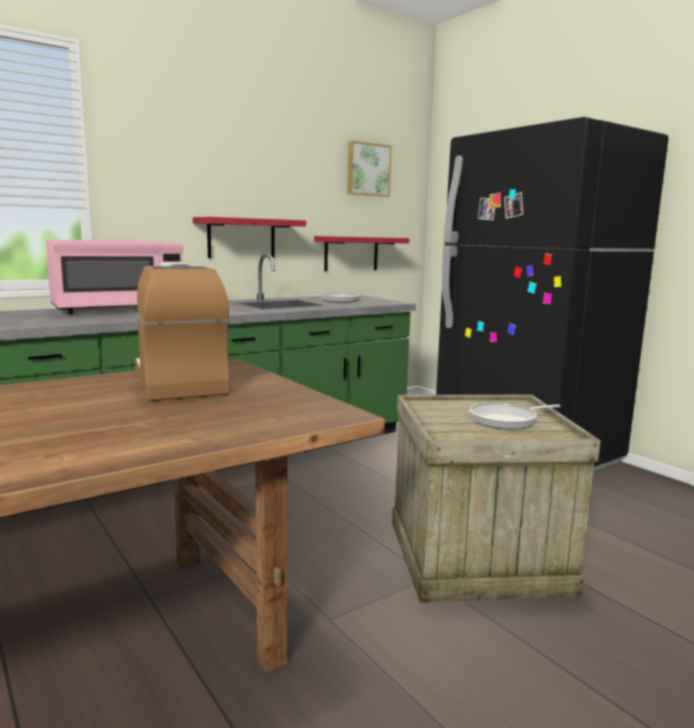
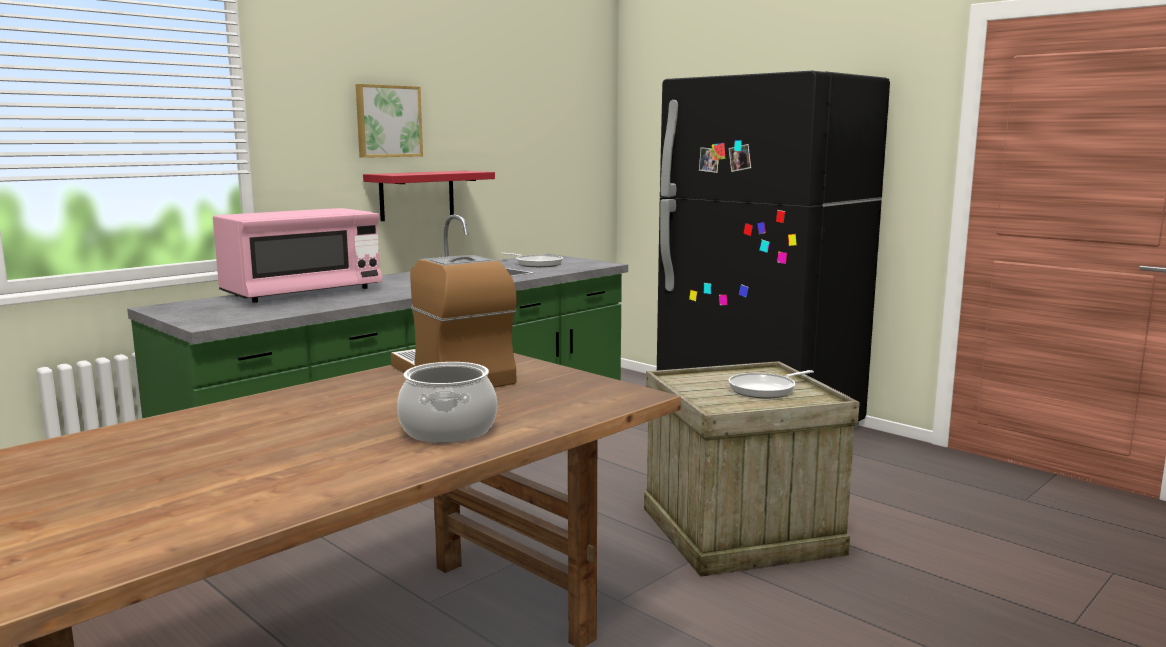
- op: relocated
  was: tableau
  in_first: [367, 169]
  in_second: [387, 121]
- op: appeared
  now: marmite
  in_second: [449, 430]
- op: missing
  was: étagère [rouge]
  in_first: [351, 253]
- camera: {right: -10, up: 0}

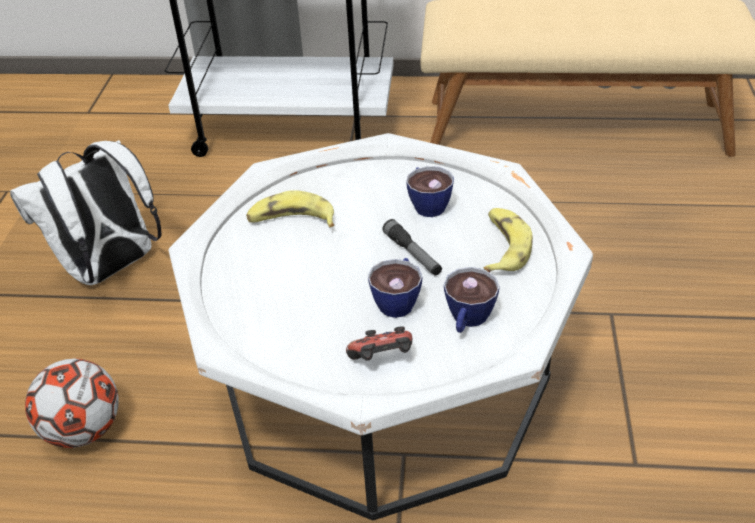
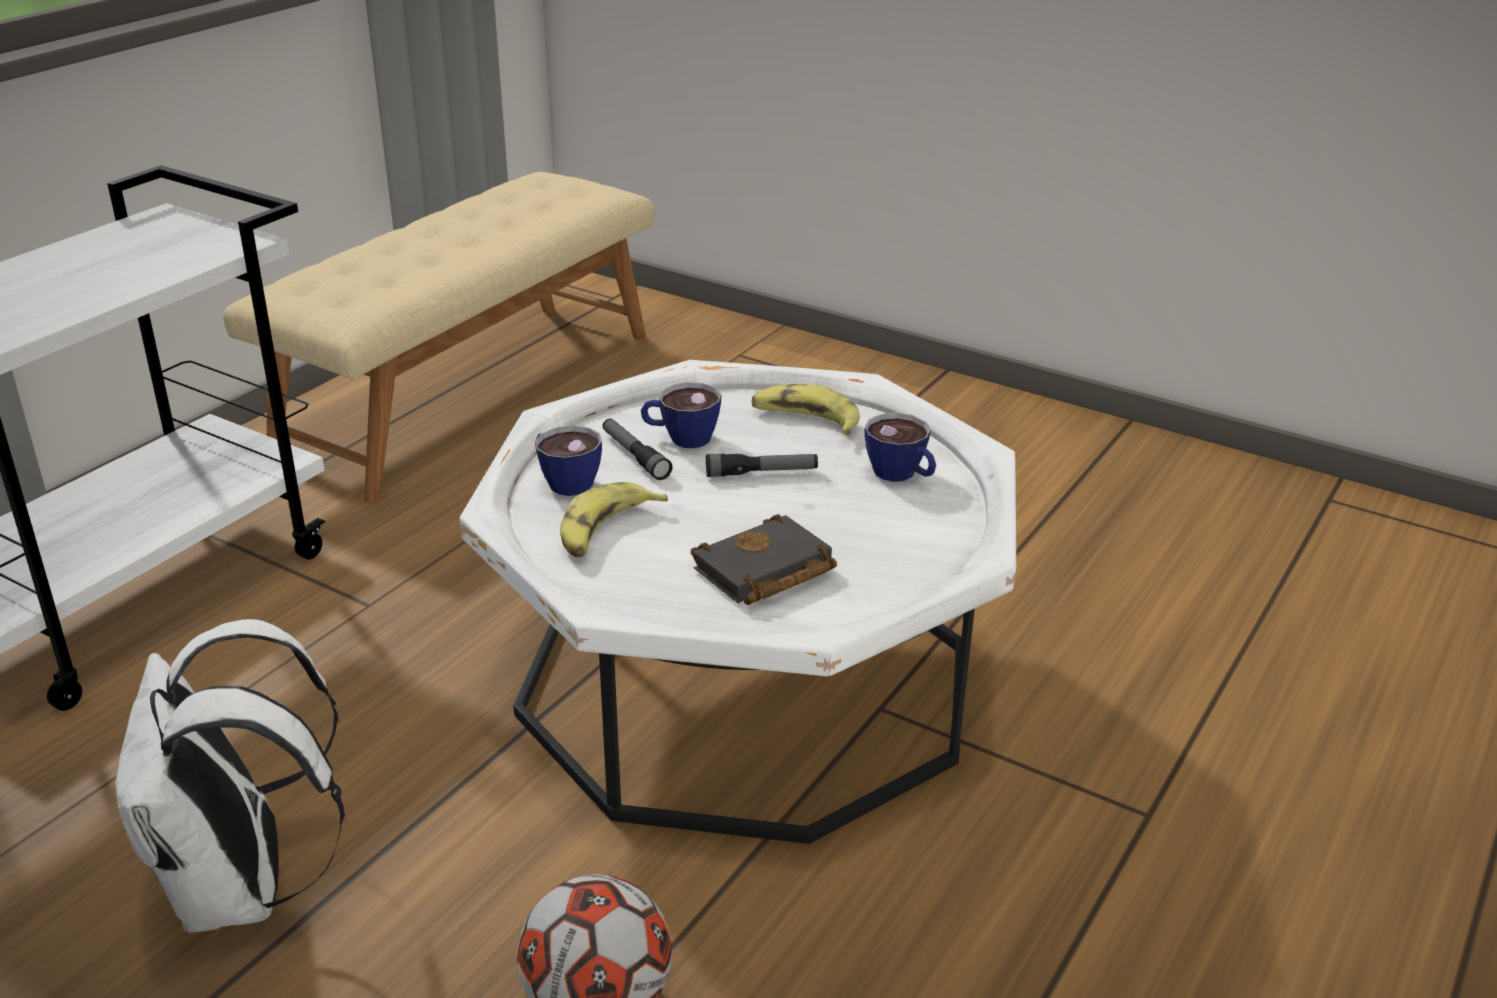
- op: relocated
  was: tasse
  in_first: [398, 300]
  in_second: [564, 481]
- op: appeared
  now: lampe de poche
  in_second: [635, 456]
- op: appeared
  now: livre [noir]
  in_second: [763, 572]
- op: missing
  was: manette
  in_first: [382, 360]
- camera: {right: -65, up: -10}

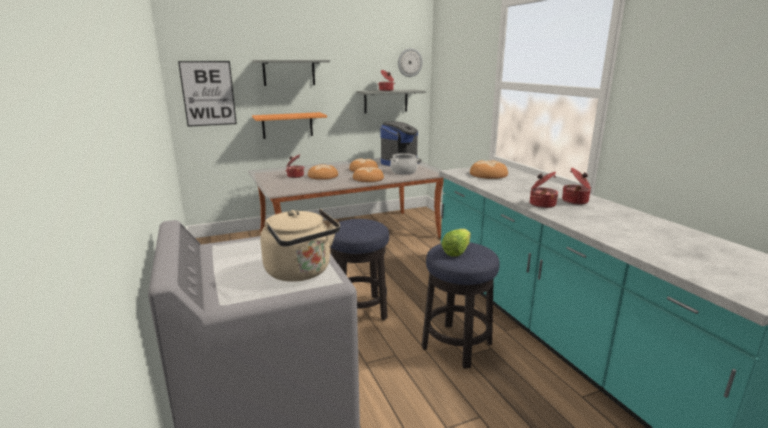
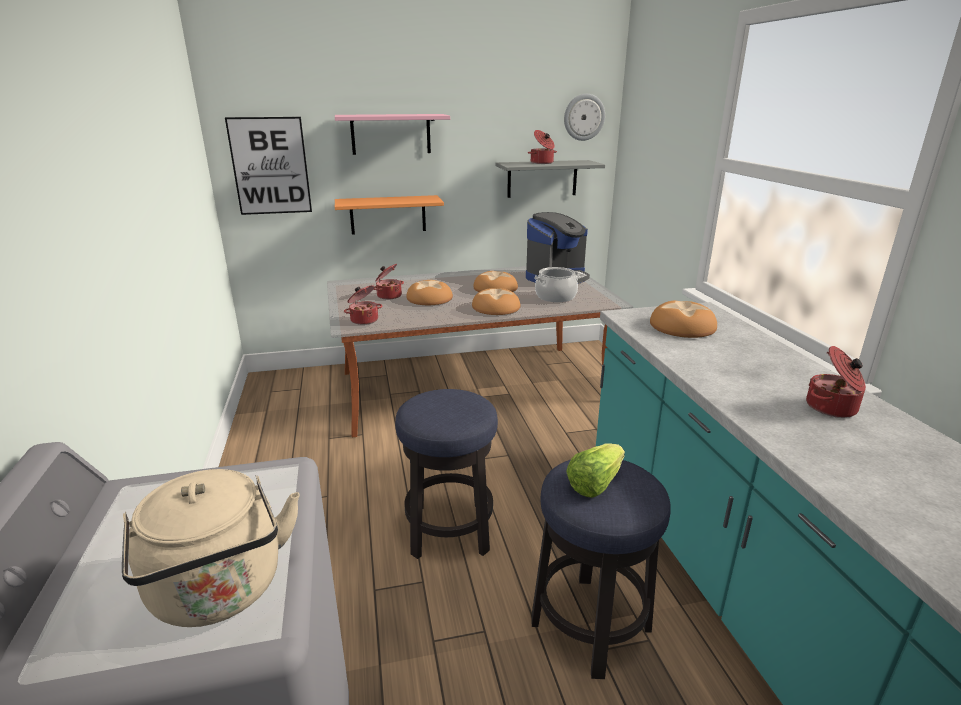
- op: colour
  was: étagère [gris]
  now: étagère [rose]
  in_first: [289, 72]
  in_second: [391, 134]
- op: relocated
  was: marmite
  in_first: [541, 204]
  in_second: [364, 320]
- camera: {right: 10, up: 5}

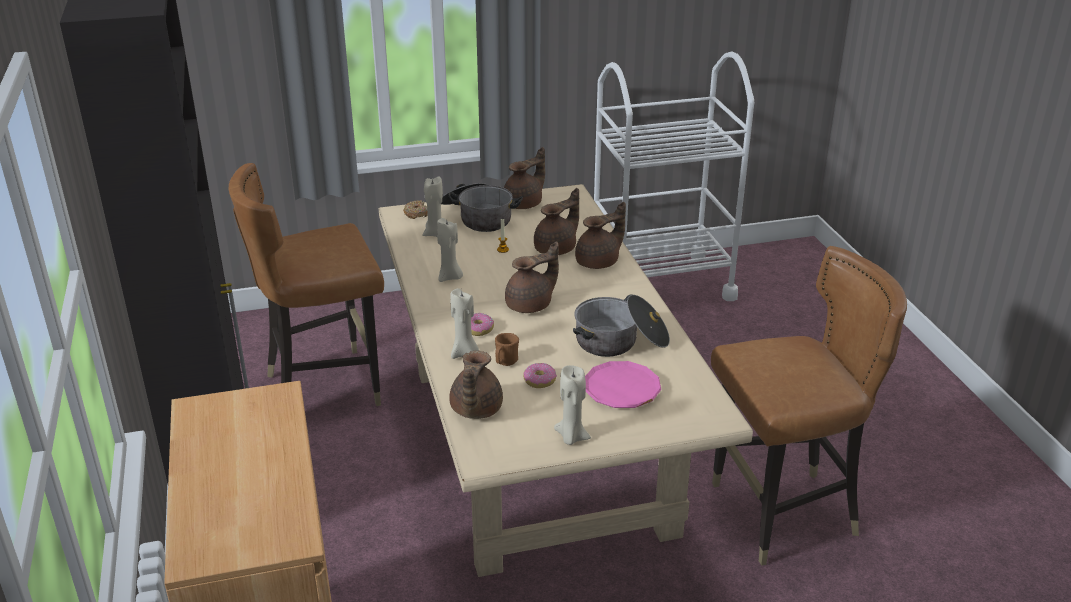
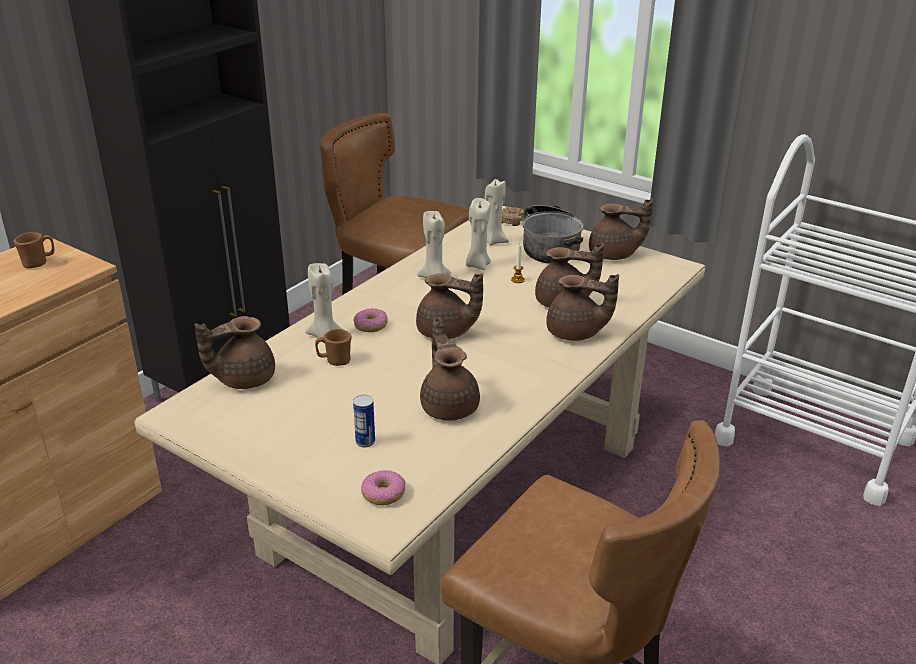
- op: appeared
  now: mug [marron]
  in_second: [39, 263]
- op: exchanged
  was: assiette [rose]
  now: boîte métallique
  in_first: [621, 389]
  in_second: [365, 441]
- op: relocated
  was: beignet
  in_first: [539, 380]
  in_second: [383, 493]
- op: exchanged
  was: marmite
  now: théière [marron]
  in_first: [620, 342]
  in_second: [449, 405]
- op: relocated
  was: bougie [beige]
  in_first: [571, 437]
  in_second: [477, 265]
- camera: {right: 50, up: 0}

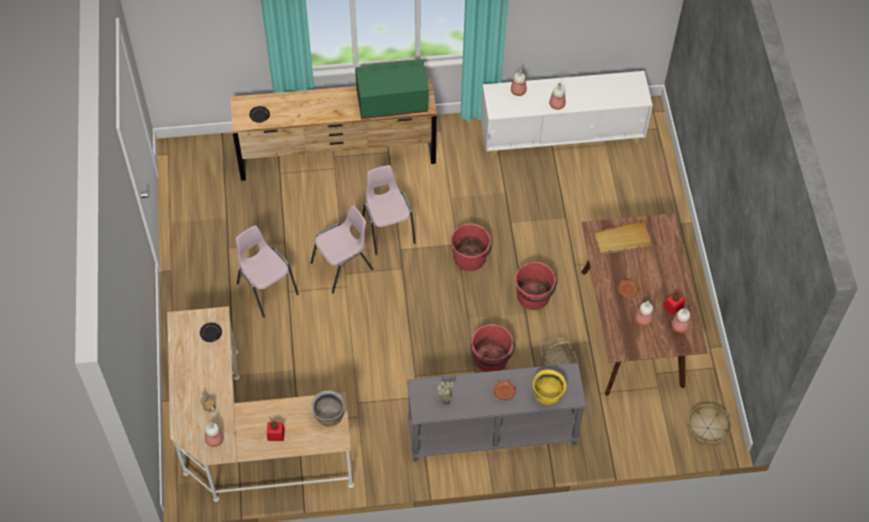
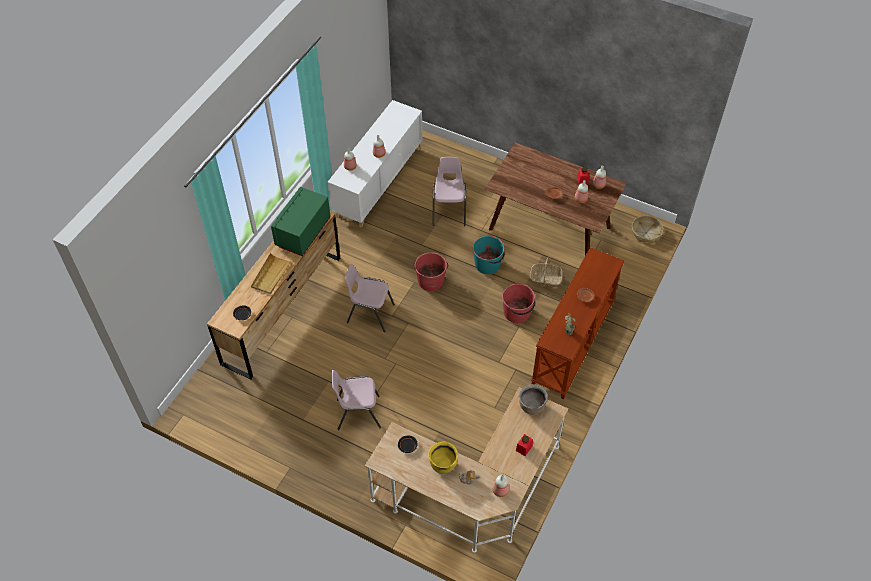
- op: relocated
  was: plateau [beige]
  in_first: [622, 240]
  in_second: [271, 275]
- op: relocated
  was: marmite [jaune]
  in_first: [547, 395]
  in_second: [443, 464]
- op: relocated
  was: chaise [rose]
  in_first: [343, 266]
  in_second: [449, 211]
- op: colour
  was: seau [rouge]
  now: seau [turquoise]
  in_first: [533, 296]
  in_second: [488, 264]
- op: colour
  was: table console [gris]
  now: table console [marron]
  in_first: [491, 434]
  in_second: [573, 344]
- camera: {right: -55, up: -5}

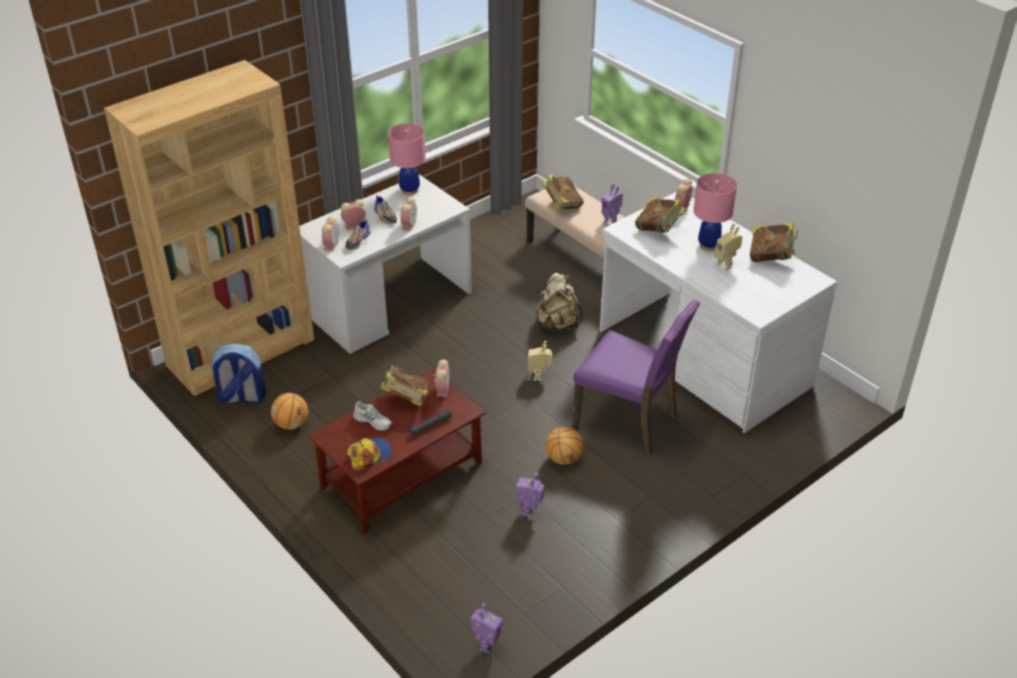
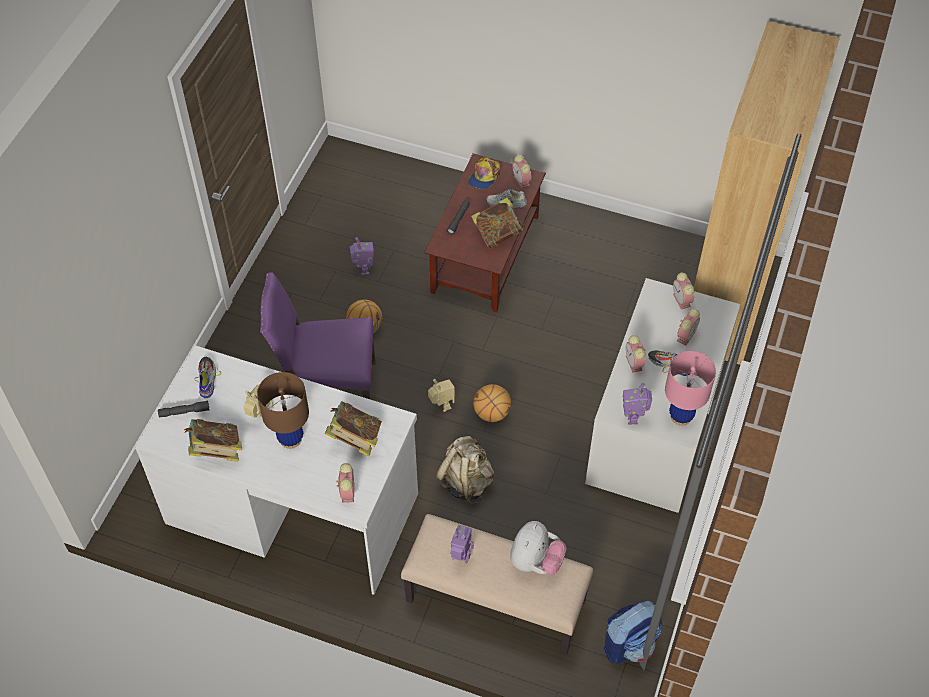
- op: appeared
  now: lampe de poche [gris]
  in_second: [184, 412]
- op: relocated
  was: chaussure
  in_first: [357, 241]
  in_second: [206, 379]
- op: colour
  was: lampe de table [rose]
  now: lampe de table [marron]
  in_first: [708, 245]
  in_second: [291, 439]
- op: relocated
  was: ballon de basket
  in_first: [291, 424]
  in_second: [491, 413]
- op: exchanged
  was: livre
  now: peluche
  in_first: [562, 205]
  in_second: [535, 561]
- op: relocated
  was: réveil
  in_first: [442, 389]
  in_second: [522, 181]
- op: relocated
  was: sac à dos
  in_first: [241, 398]
  in_second: [629, 643]
- op: relocated
  was: robot jouet
  in_first: [486, 645]
  in_second: [633, 418]
- camera: {right: 150, up: 15}

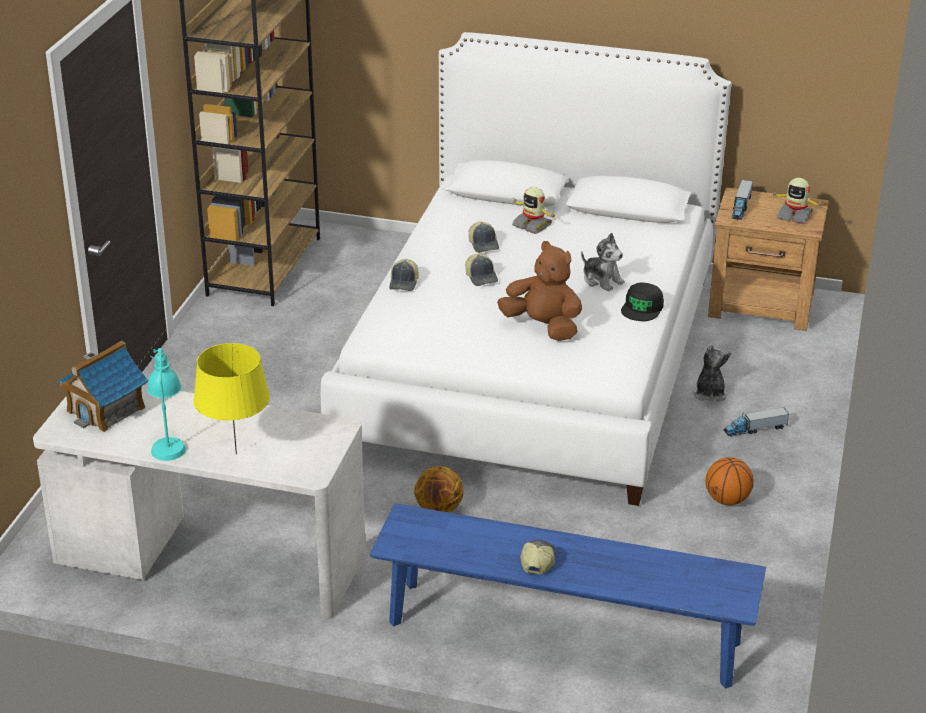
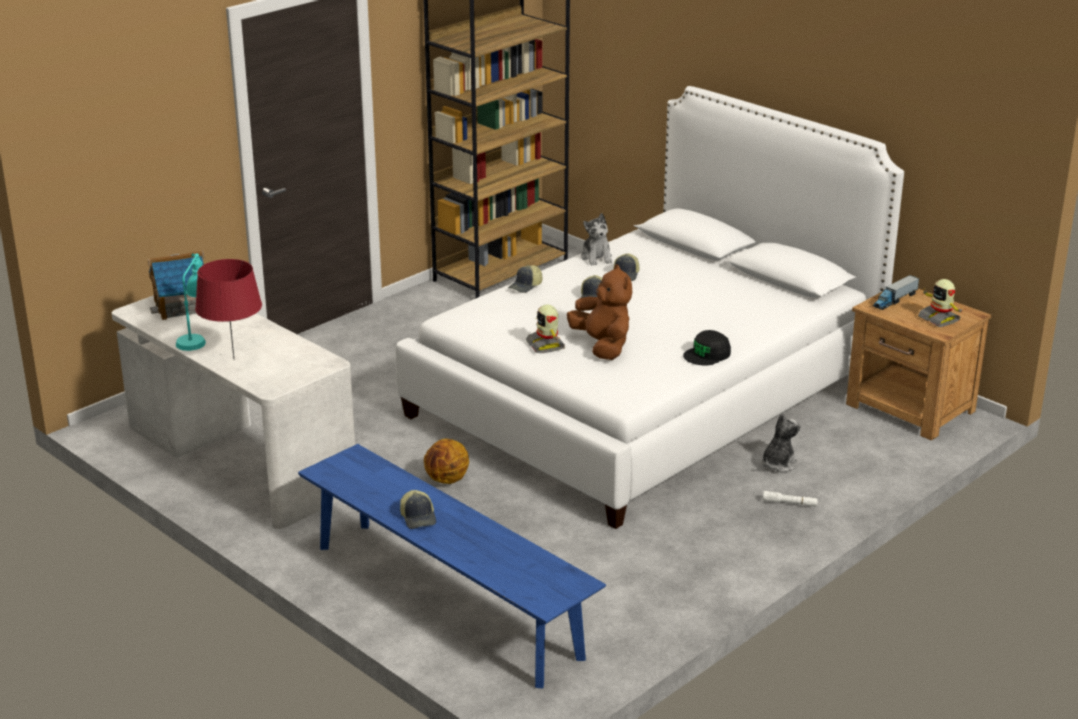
- op: colour
  was: lampe de table [jaune]
  now: lampe de table [rouge]
  in_first: [236, 454]
  in_second: [234, 359]
- op: spun
  was: casquette
  in_first: [537, 561]
  in_second: [419, 517]
  clockwise: 120
- op: relocated
  was: robot jouet
  in_first: [532, 225]
  in_second: [546, 345]
- op: relocated
  was: peluche
  in_first: [602, 280]
  in_second: [596, 257]
- op: exchanged
  was: camion jouet
  now: lampe de poche [blanc]
  in_first: [755, 429]
  in_second: [790, 503]
- op: missing
  was: ballon de basket
  in_first: [727, 500]
- camera: {right: 30, up: -5}

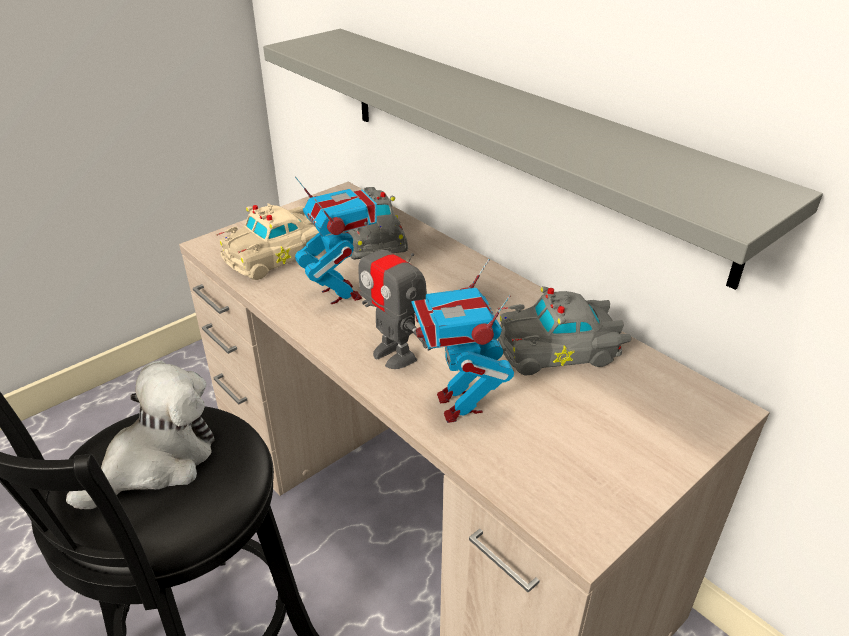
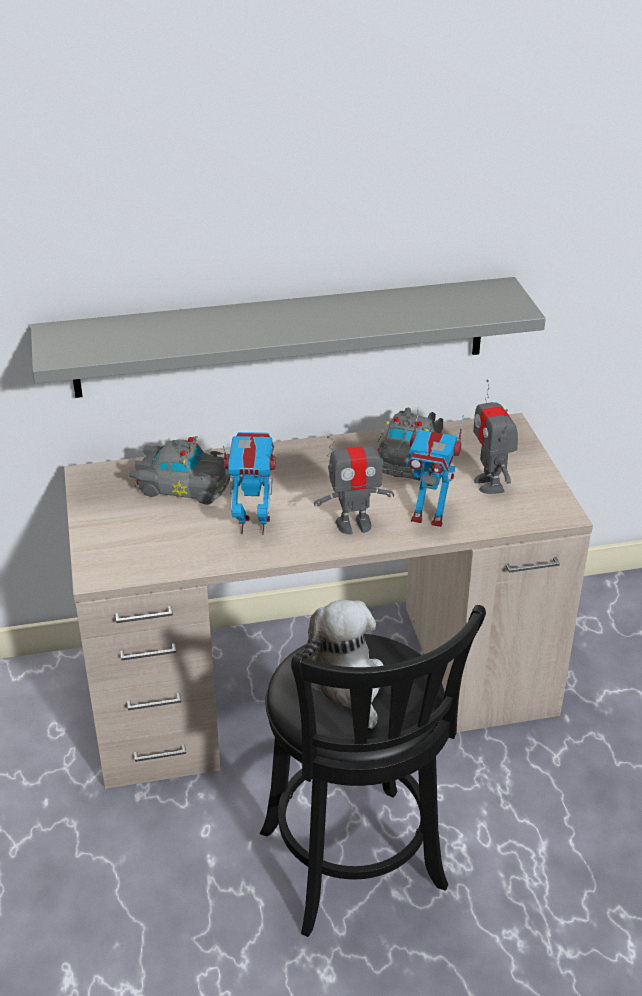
- op: appeared
  now: robot jouet
  in_second: [490, 484]
- op: missing
  was: petite voiture [beige]
  in_first: [278, 255]
- camera: {right: -60, up: 0}

